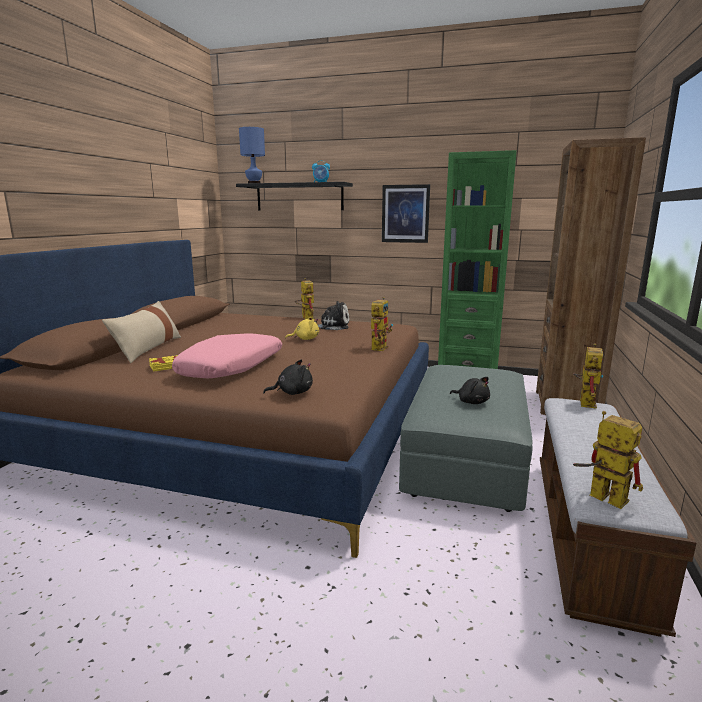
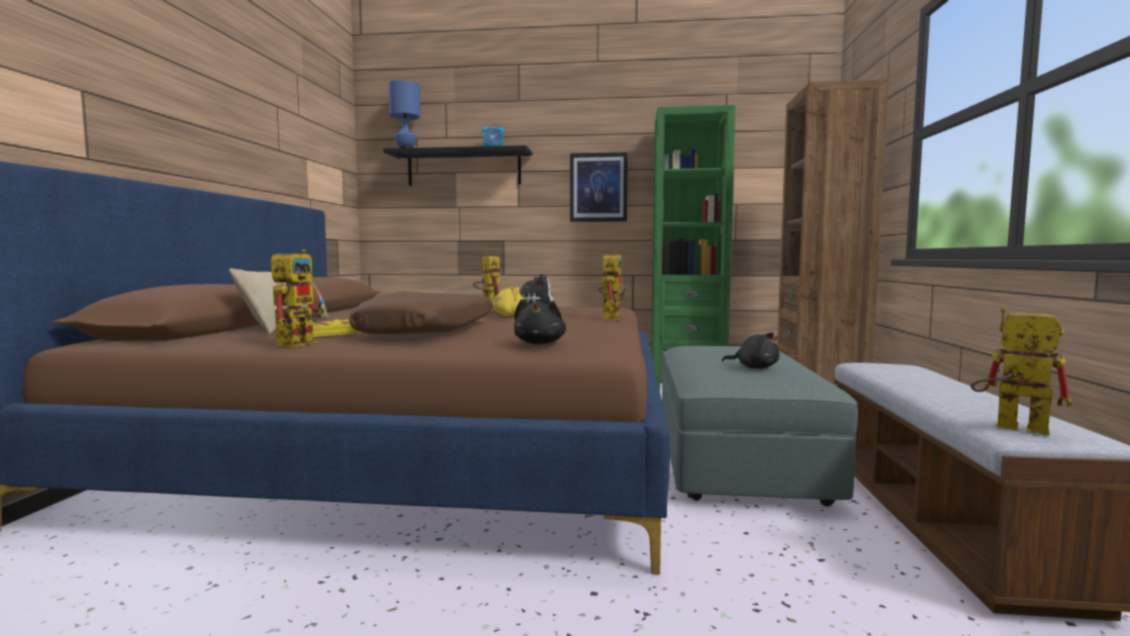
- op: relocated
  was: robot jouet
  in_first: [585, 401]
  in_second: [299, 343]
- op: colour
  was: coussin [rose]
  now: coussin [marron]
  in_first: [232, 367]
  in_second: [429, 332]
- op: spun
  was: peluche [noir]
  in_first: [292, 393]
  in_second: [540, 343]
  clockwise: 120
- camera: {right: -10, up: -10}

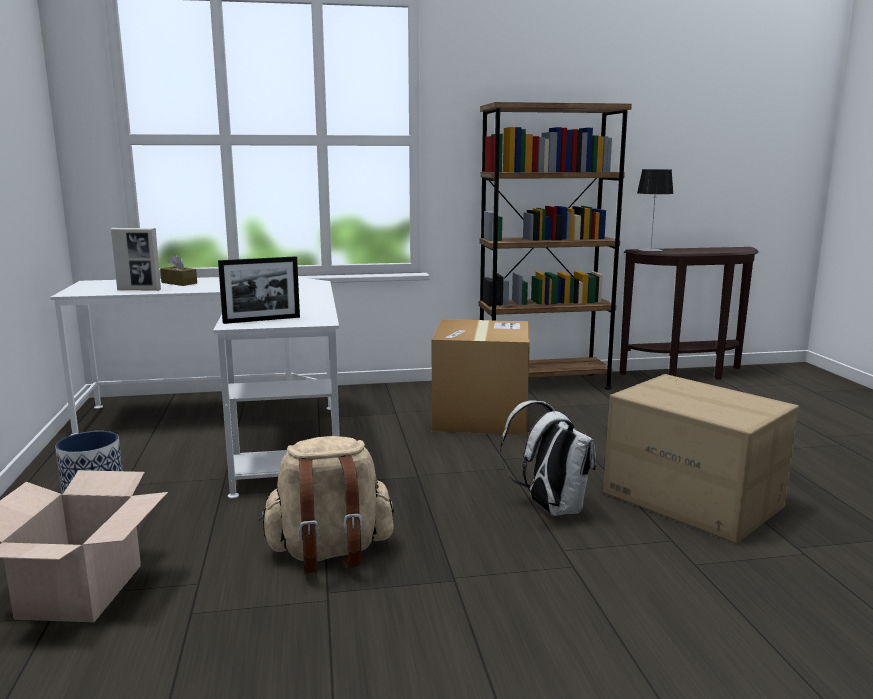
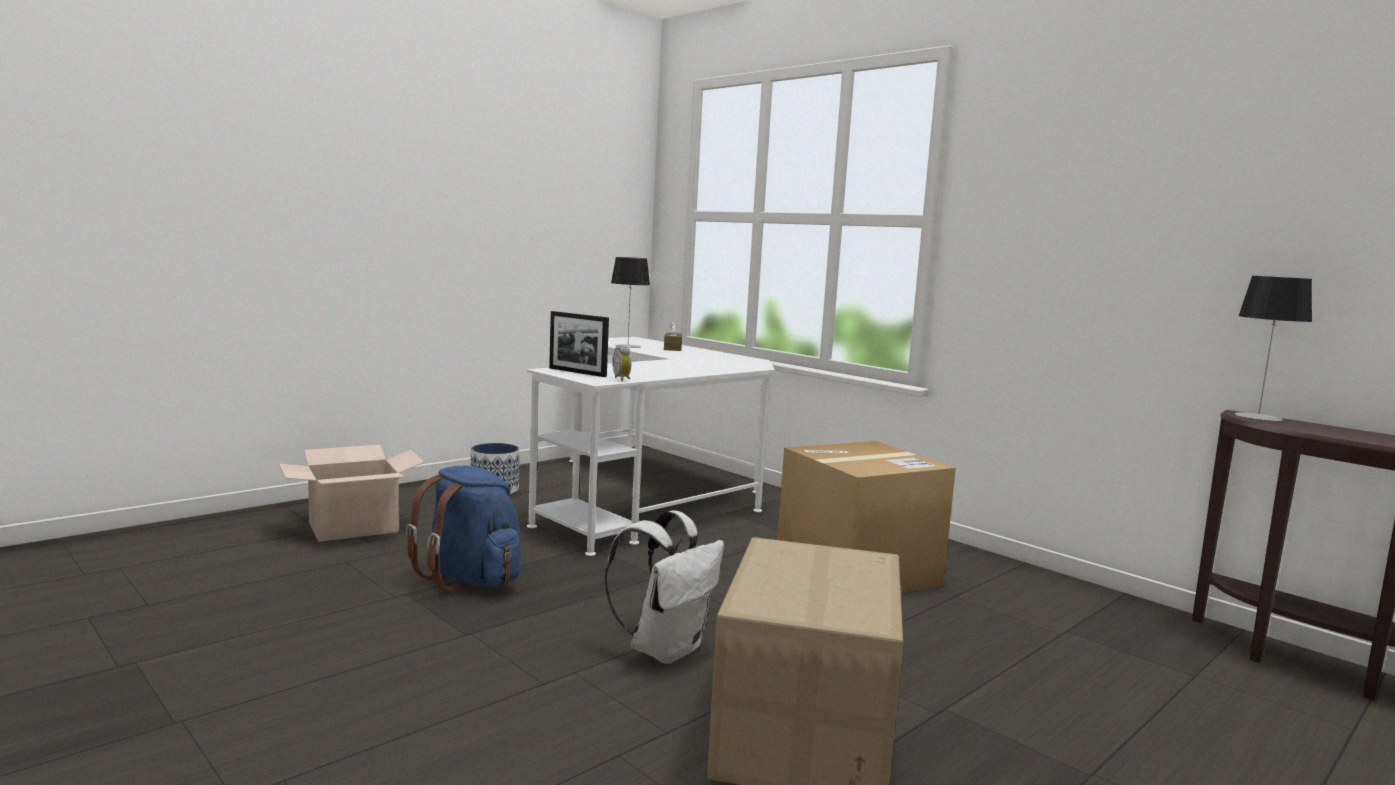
- op: colour
  was: sac à dos [beige]
  now: sac à dos [bleu]
  in_first: [329, 552]
  in_second: [470, 579]
- op: exchanged
  was: cadre photo
  now: lampe de table
  in_first: [139, 290]
  in_second: [627, 346]
- op: appeared
  now: réveil
  in_second: [622, 379]
- op: missing
  was: bibliothèque [marron]
  in_first: [543, 384]
- camera: {right: 55, up: -5}

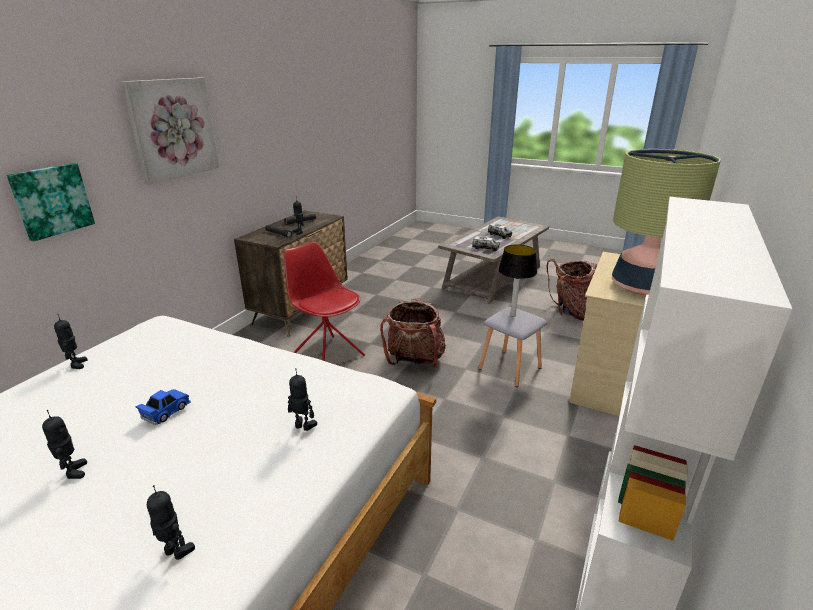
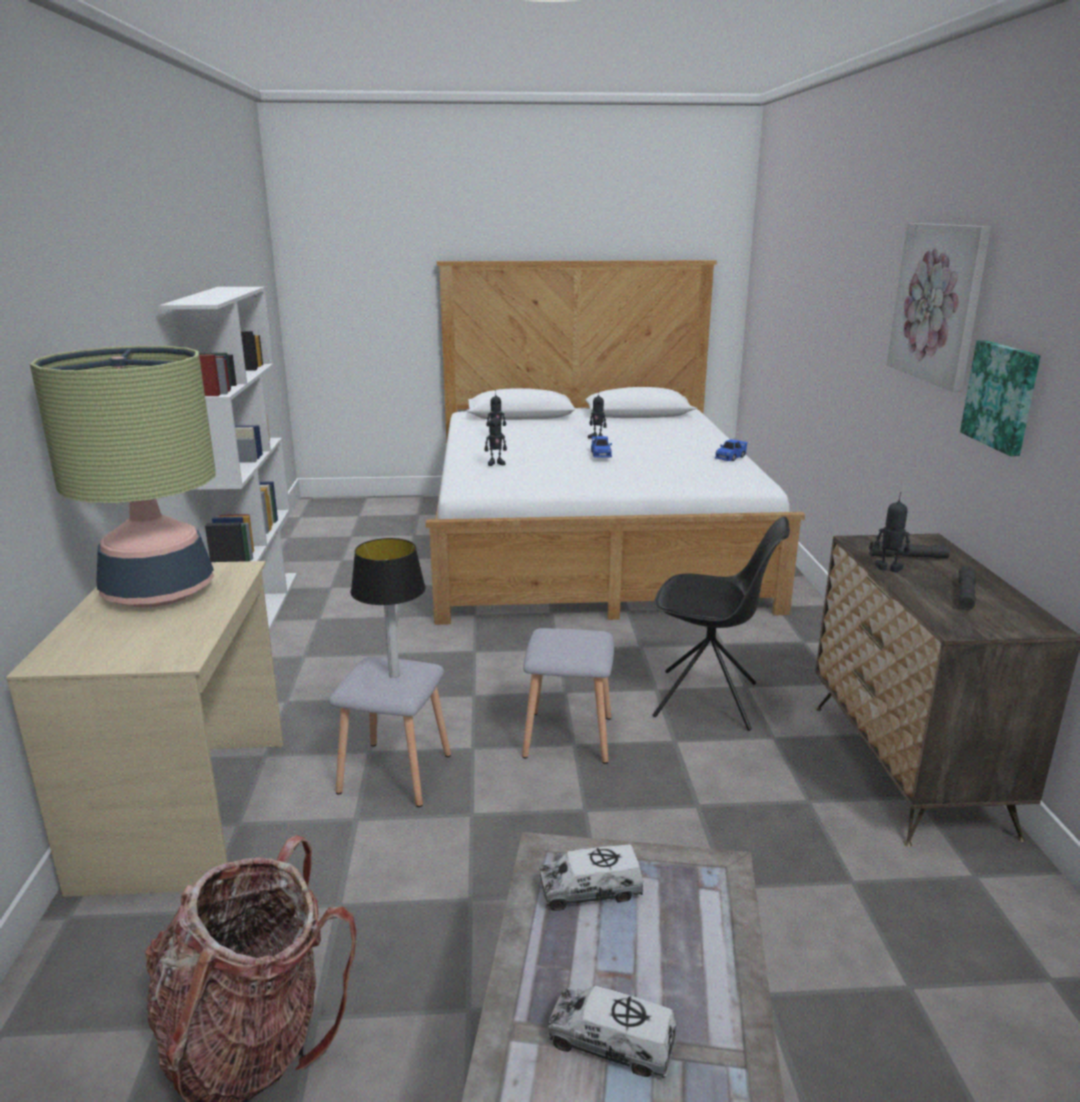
- op: exchanged
  was: sac à dos
  now: tabouret [gris]
  in_first: [415, 360]
  in_second: [567, 735]
- op: colour
  was: chaise [rouge]
  now: chaise [noir]
  in_first: [327, 355]
  in_second: [708, 700]
- op: exchanged
  was: robot jouet
  now: petite voiture [bleu]
  in_first: [76, 364]
  in_second: [730, 457]
- op: relocated
  was: tableau
  in_first: [52, 200]
  in_second: [1002, 396]
- camera: {right: 150, up: -5}

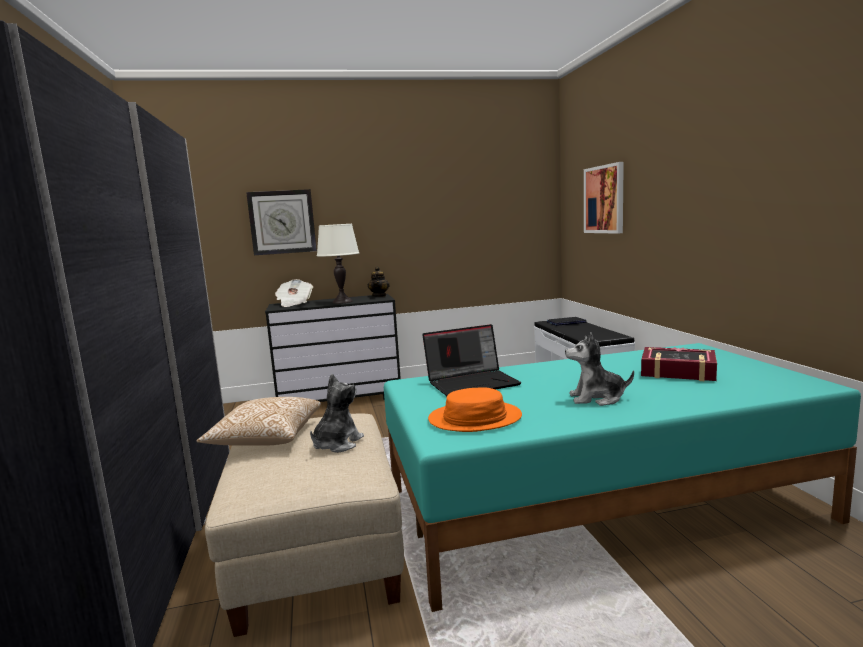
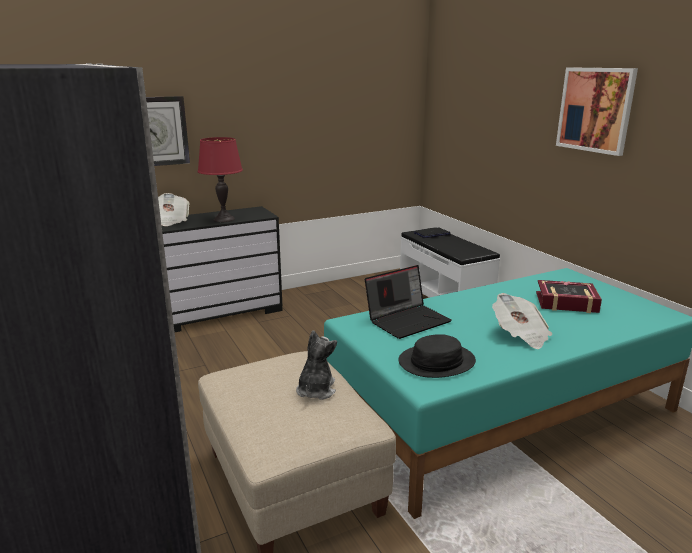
- op: colour
  was: lampe de table [blanc]
  now: lampe de table [rouge]
  in_first: [342, 302]
  in_second: [224, 219]
- op: colour
  was: chapeau [orange]
  now: chapeau [noir]
  in_first: [475, 418]
  in_second: [437, 362]
- op: exchanged
  was: peluche
  now: journal
  in_first: [597, 398]
  in_second: [520, 335]
- op: relocated
  was: tableau
  in_first: [604, 199]
  in_second: [595, 110]
- op: missing
  was: coussin
  in_first: [266, 438]
- op: missing
  was: théière
  in_first: [379, 296]
- camera: {right: -15, up: 10}

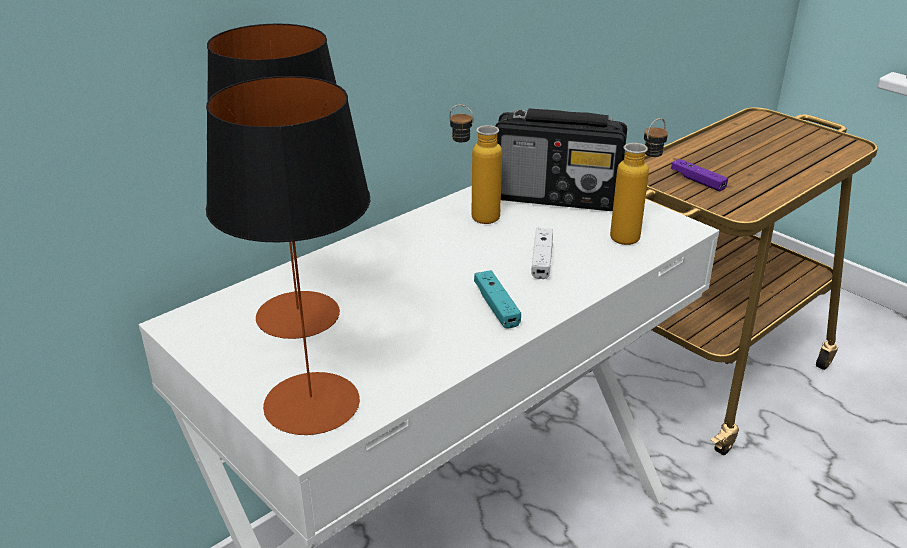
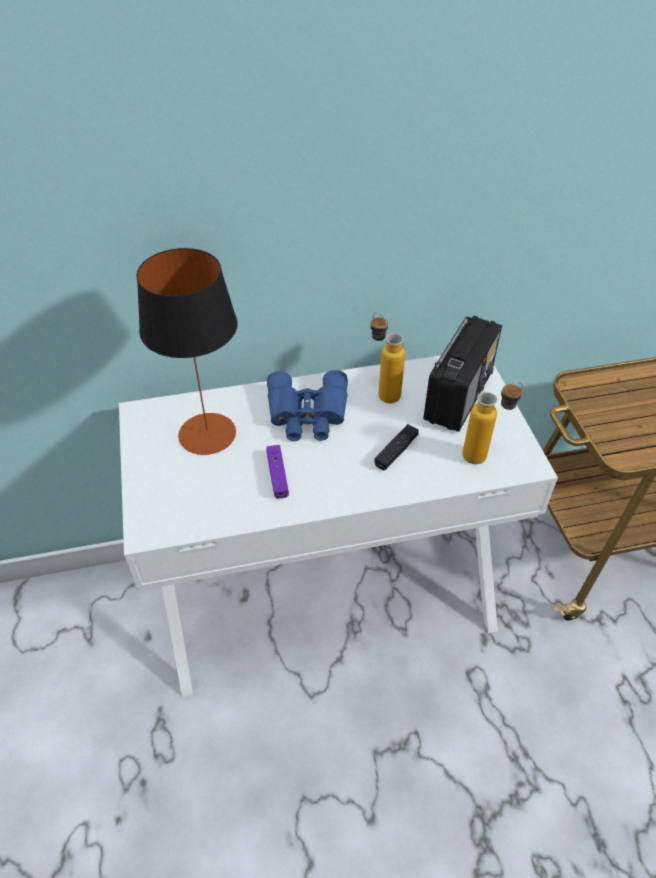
- op: relocated
  was: manette [violet]
  in_first: [697, 181]
  in_second: [277, 475]
- op: appeared
  now: jumelles [bleu]
  in_second: [308, 414]
- op: colour
  was: manette [blanc]
  now: manette [noir]
  in_first: [542, 260]
  in_second: [396, 451]
- op: spun
  was: radio
  in_first: [557, 197]
  in_second: [459, 395]
  clockwise: -105
- op: missing
  was: lampe de table
  in_first: [311, 403]
- op: missing
  was: manette [turquoise]
  in_first: [496, 306]
- camera: {right: 30, up: 15}

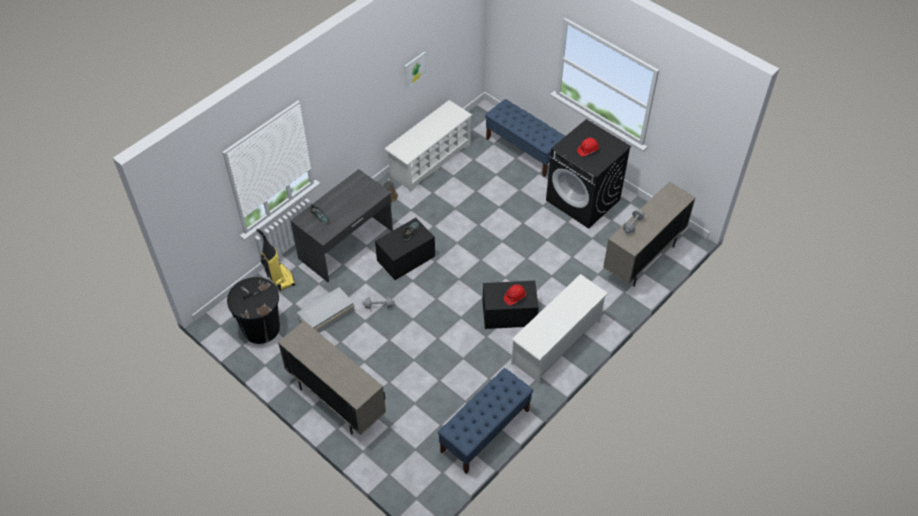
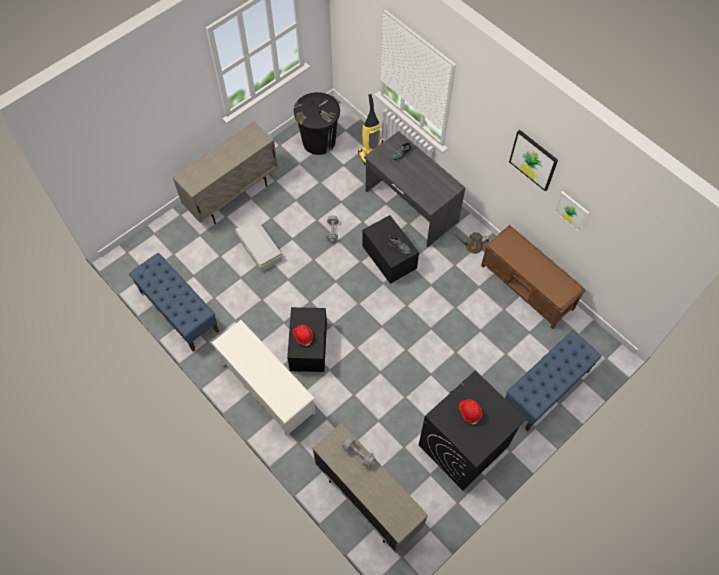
- op: relocated
  was: boîte de rangement [blanc]
  in_first: [325, 315]
  in_second: [259, 247]
- op: exchanged
  was: étagère à chaussures [blanc]
  now: banc [marron]
  in_first: [430, 160]
  in_second: [527, 287]
- op: appeared
  now: tableau
  in_second: [533, 160]
- camera: {right: 95, up: 10}

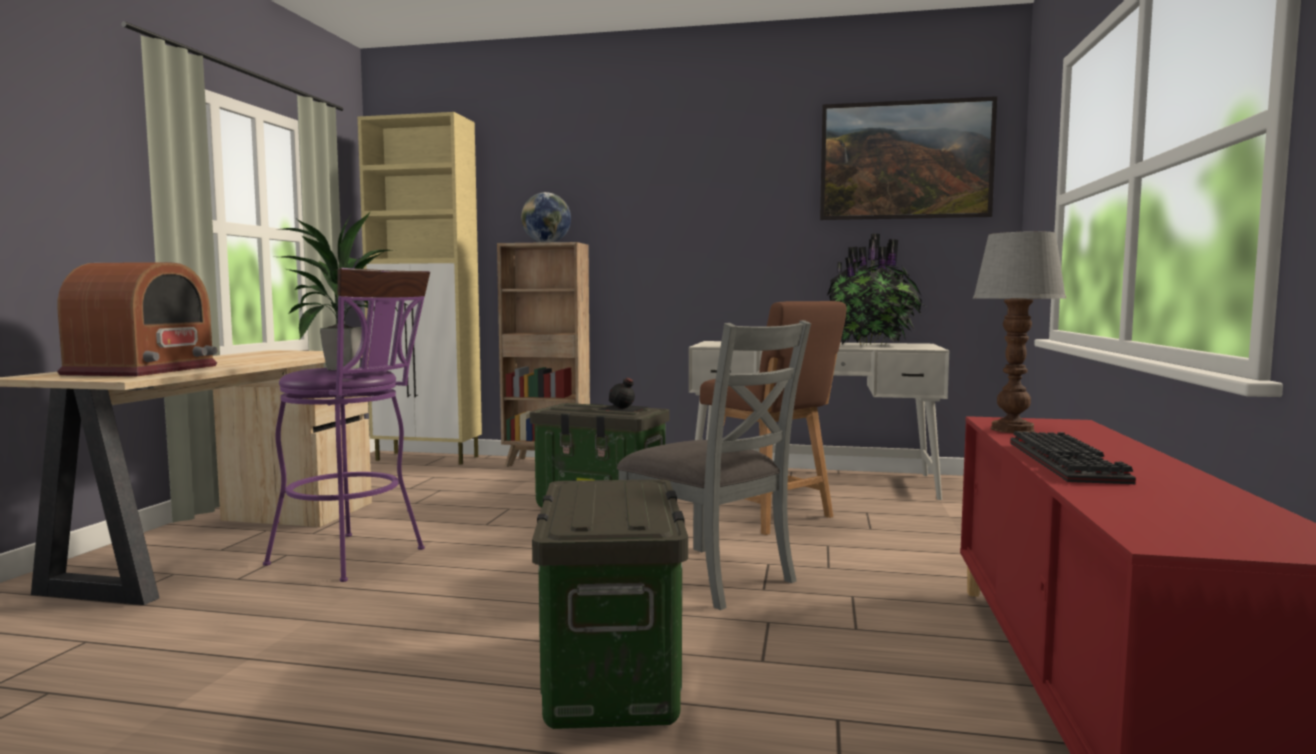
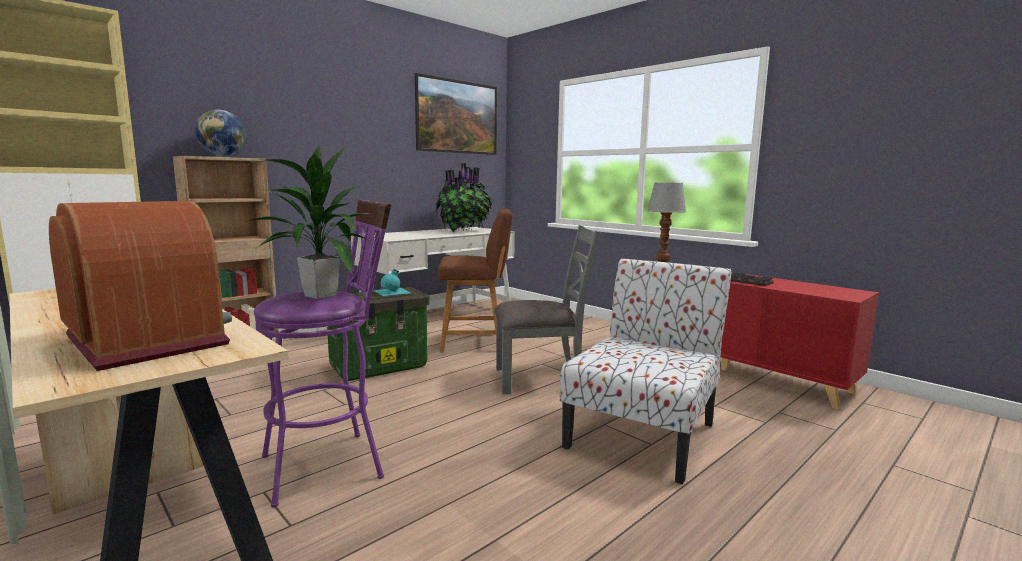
- op: colour
  was: bouteille [noir]
  now: bouteille [turquoise]
  in_first: [623, 408]
  in_second: [392, 291]
- op: exchanged
  was: boîte de rangement
  now: chaise
  in_first: [613, 679]
  in_second: [643, 433]
- camera: {right: -55, up: 5}

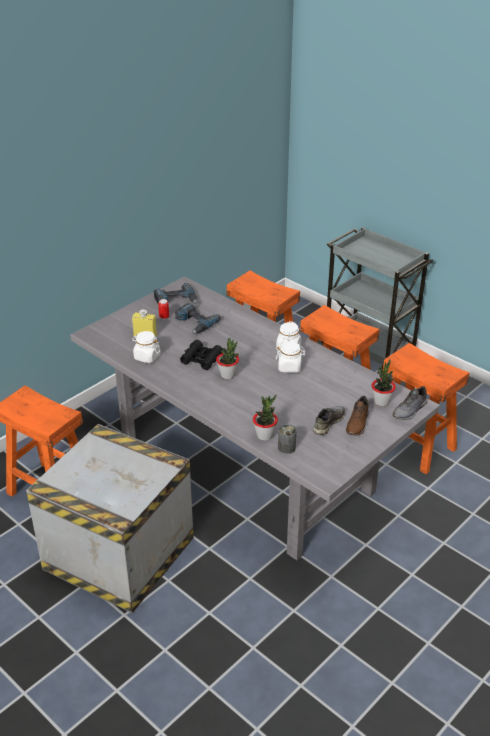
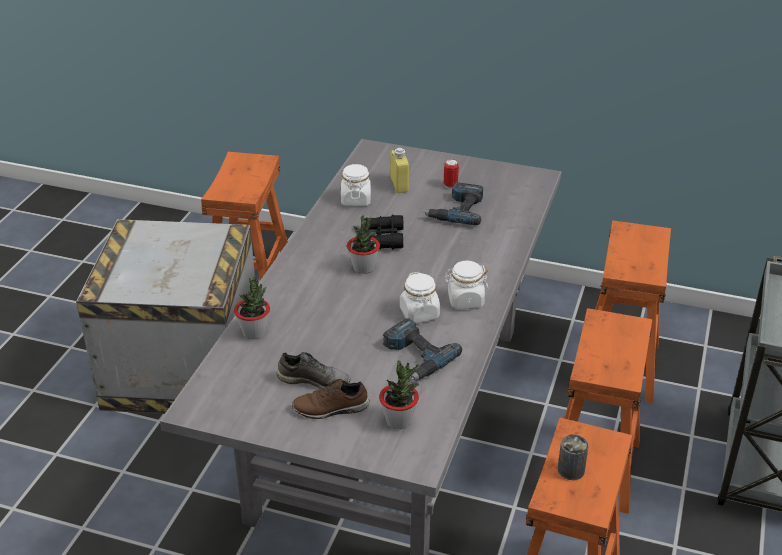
- op: relocated
  was: perceuse
  in_first: [176, 300]
  in_second: [415, 356]
- op: relocated
  was: boîte métallique
  in_first: [286, 448]
  in_second: [571, 470]
- op: missing
  was: chaussure [gris]
  in_first: [410, 410]
- camera: {right: 65, up: 0}

